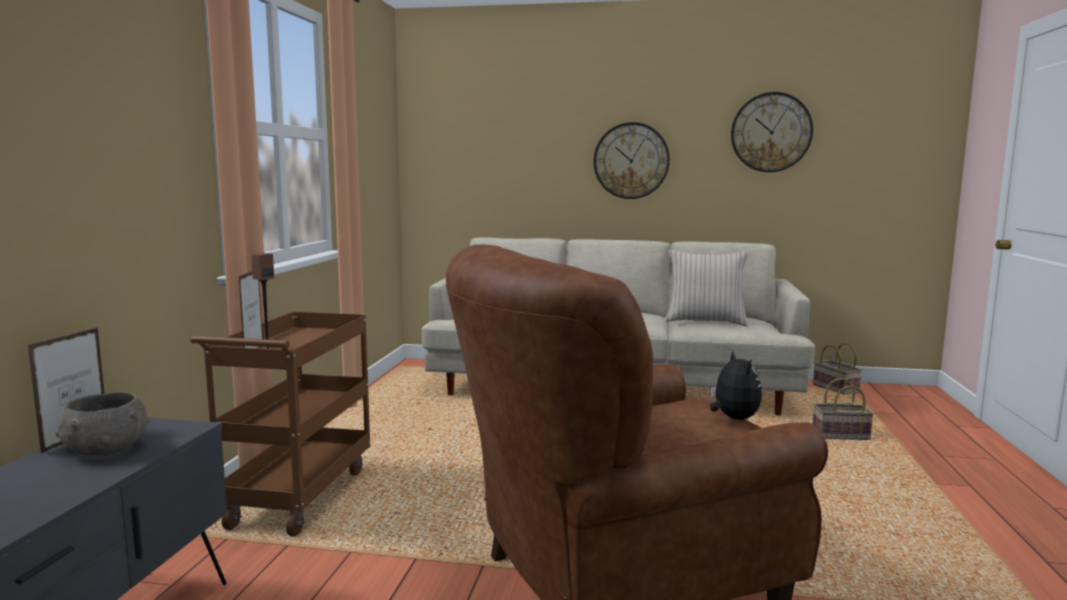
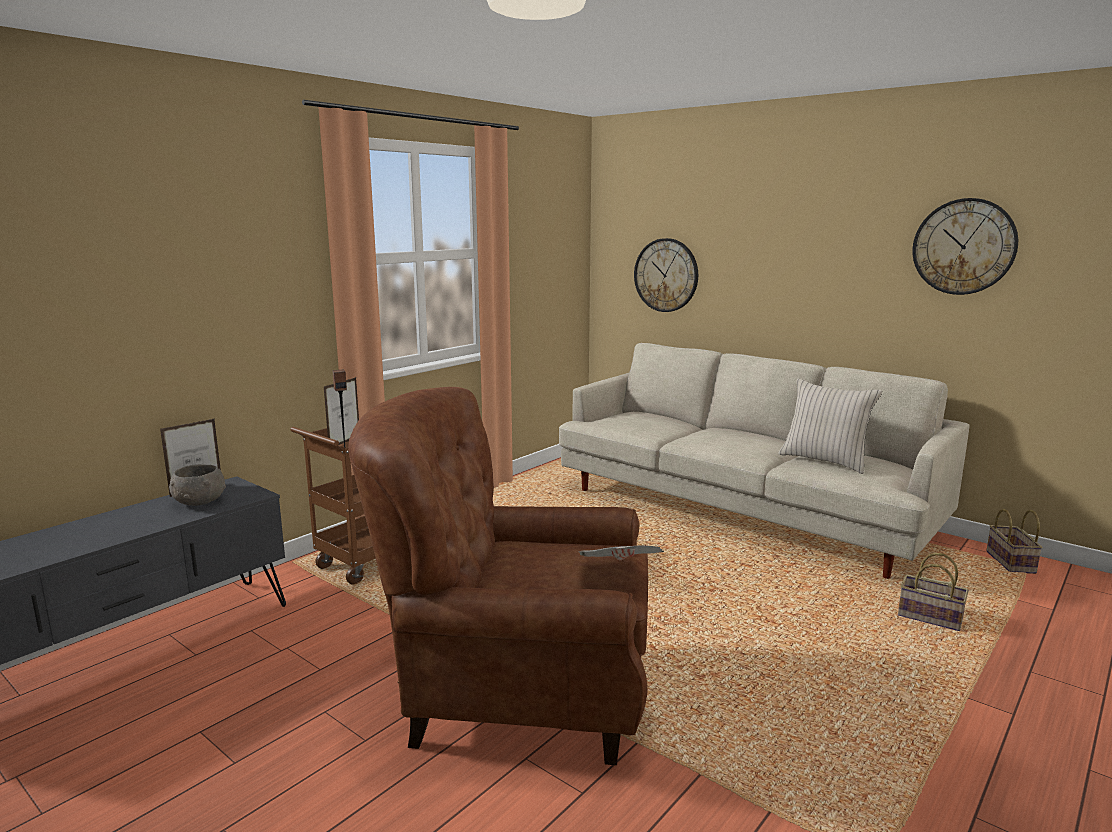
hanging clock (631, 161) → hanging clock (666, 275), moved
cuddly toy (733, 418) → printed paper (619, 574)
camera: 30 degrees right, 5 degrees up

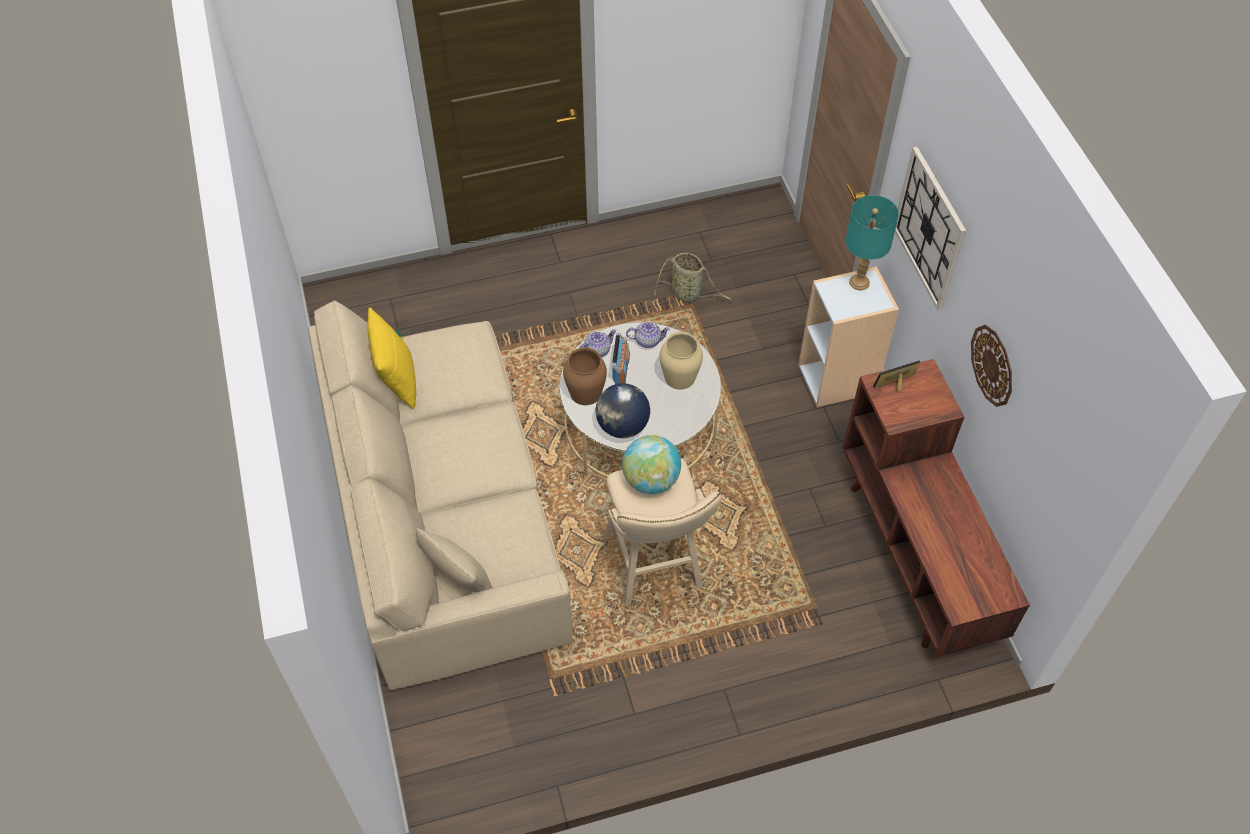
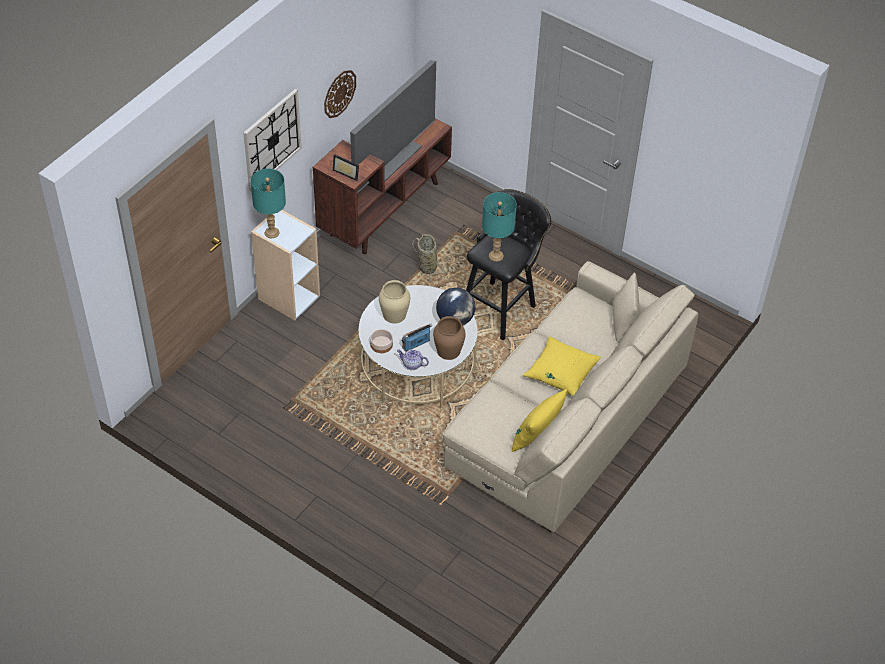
sitting stool (beige-coloured) (656, 573) → sitting stool (blackish) (502, 305)
globe (651, 480) → table lamp (turquoise-coloured) (496, 255)
teapot (648, 340) → serving bowl (381, 344)
household basket (688, 294) → household basket (426, 266), moved
- → television (390, 157)
- → cushion (yellowish) (561, 373)
camera: 130 degrees left, 5 degrees down

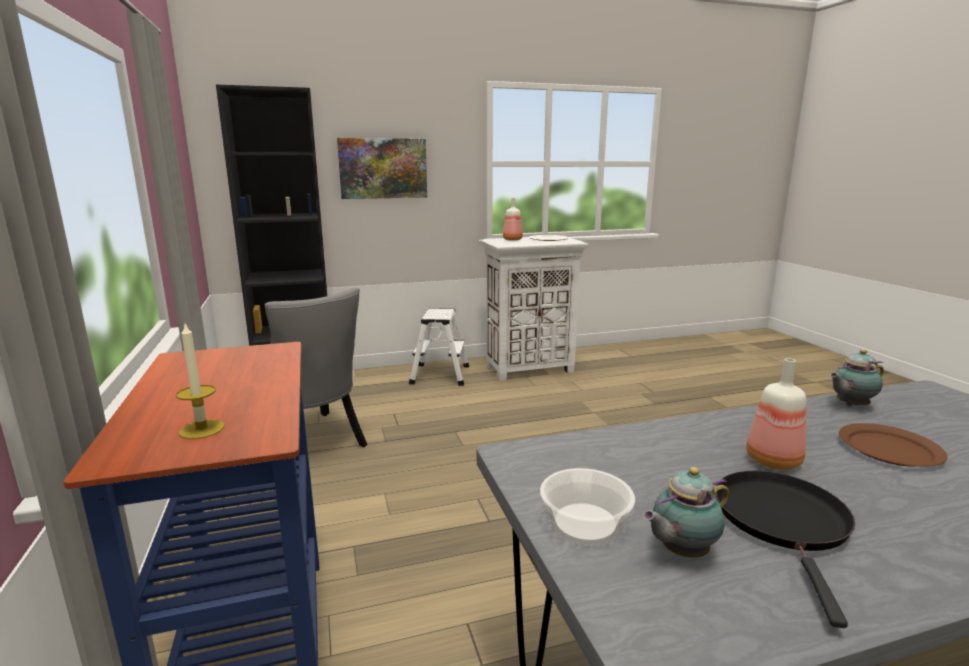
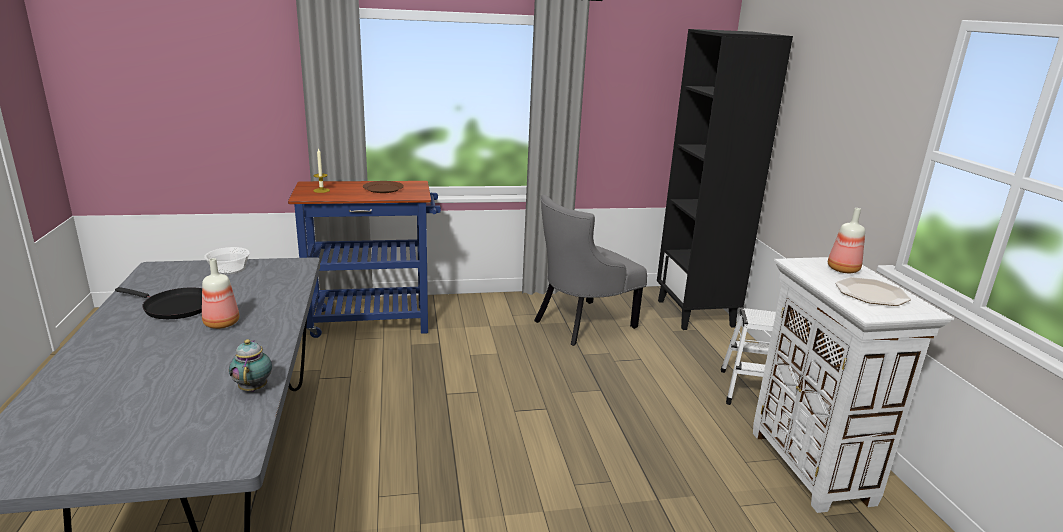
wall art (383, 168) → -
teapot (680, 552) → -
plate (brown) (890, 449) → plate (brown) (383, 189), moved
camera: 95 degrees right, 5 degrees up

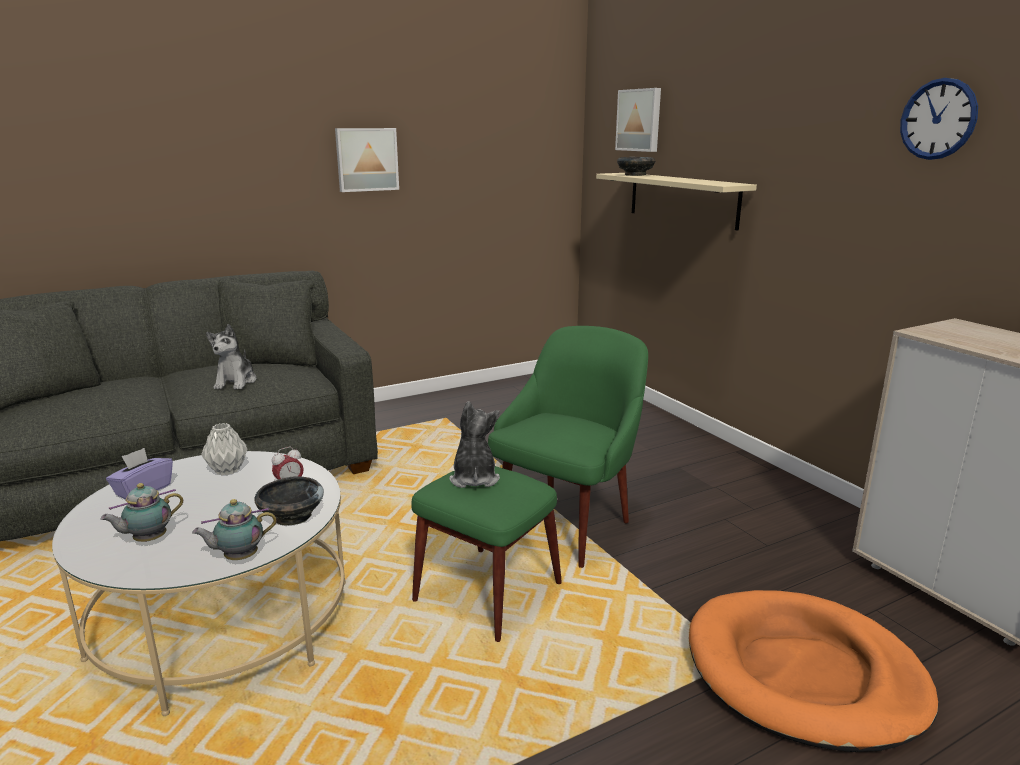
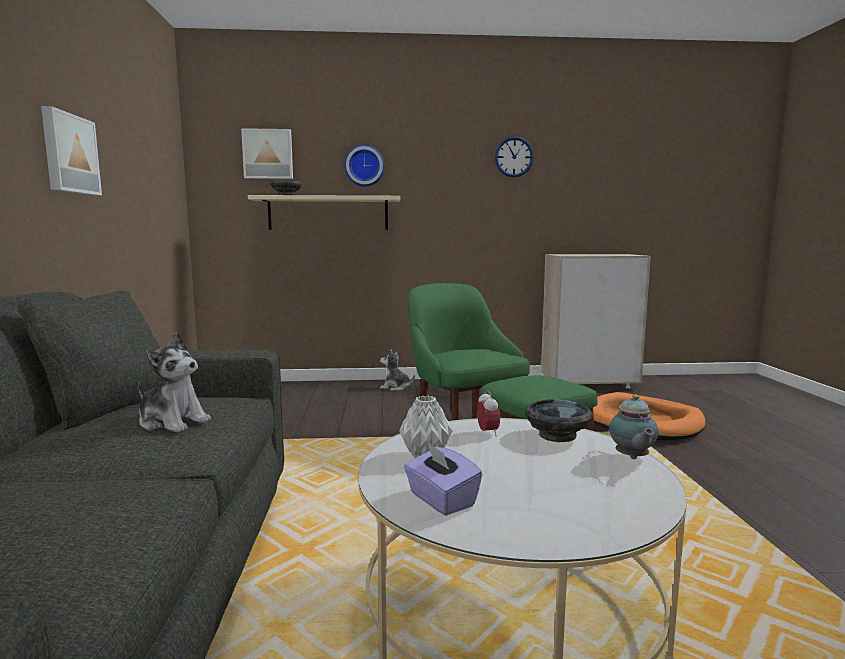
teapot (148, 540) → -
cuddly toy (474, 478) → cuddly toy (396, 387), moved
- → hanging clock (364, 166)
camera: 65 degrees left, 10 degrees down

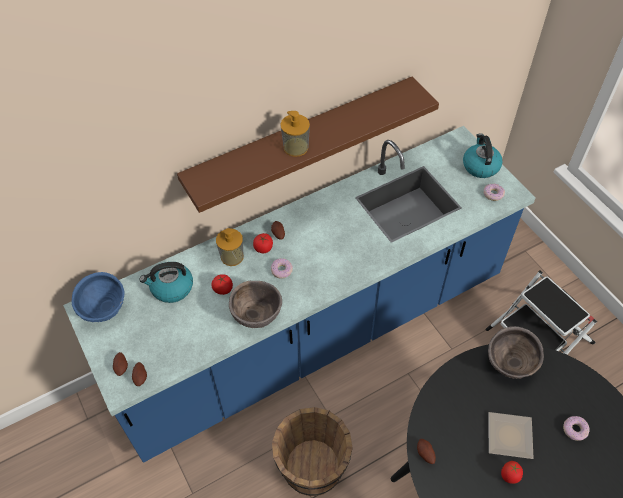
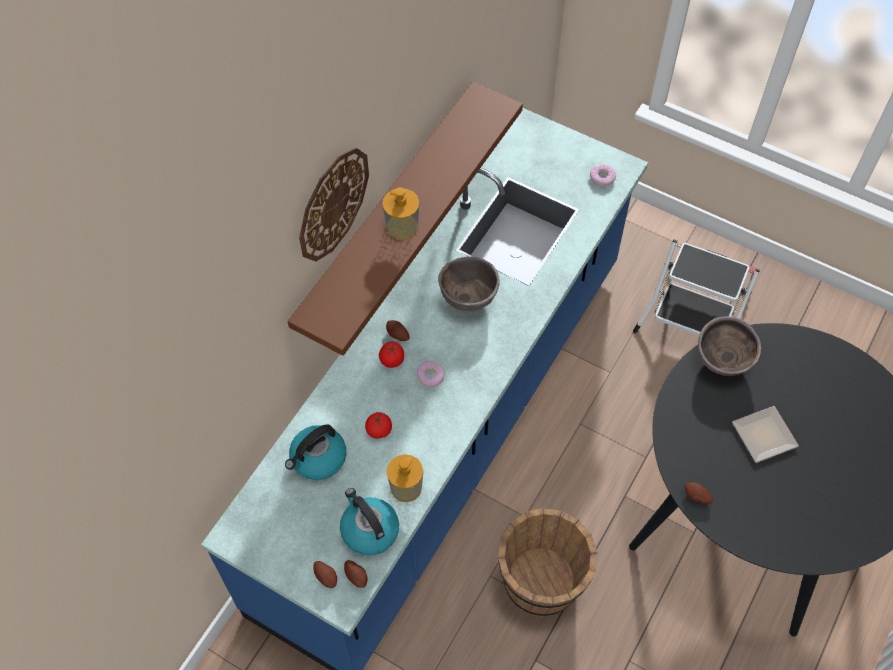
serving bowl (blue-coloured) (104, 310) → -
liquid soap bottle (232, 256) → liquid soap bottle (406, 487), moved
serving bowl (brown) (257, 316) → serving bowl (brown) (468, 299), moved
water kettle (480, 166) → water kettle (369, 530), moved
tomato (509, 476) → -
donut (575, 430) → -
- → hanging clock (332, 204)
camera: 30 degrees left, 5 degrees up

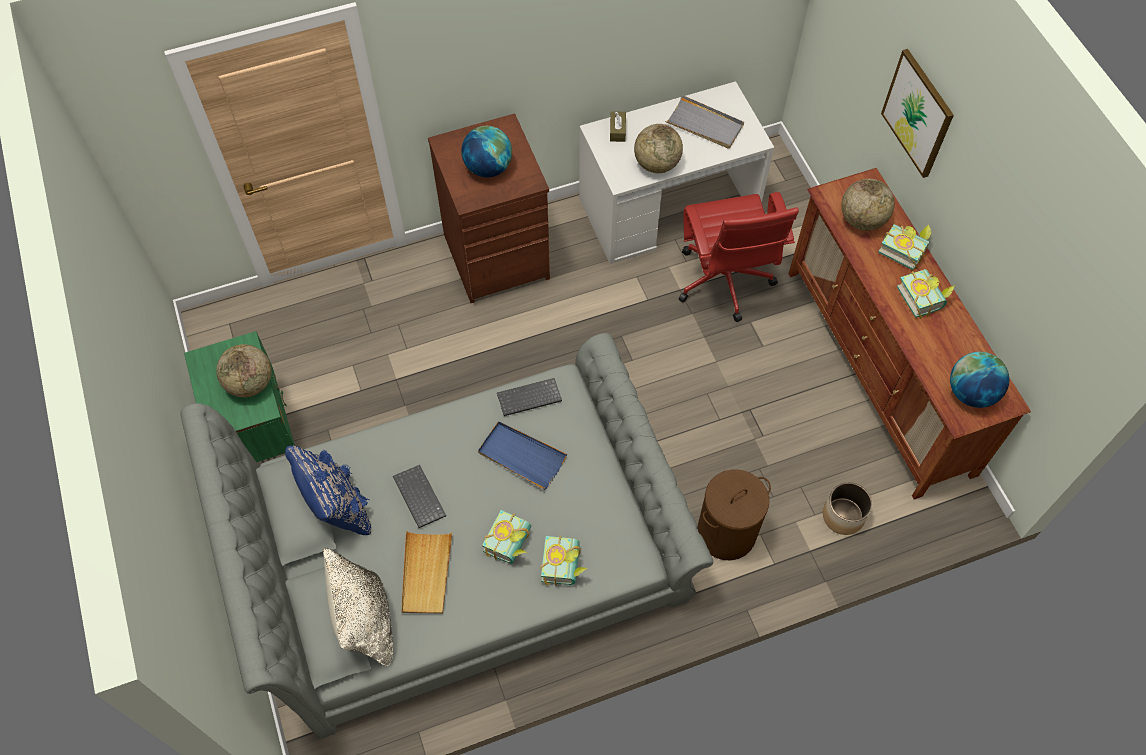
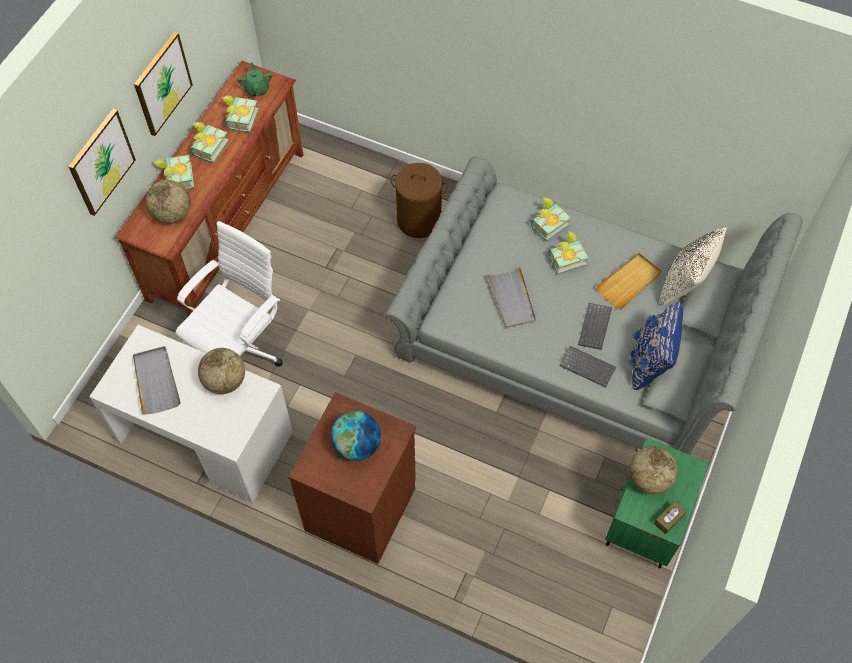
serving tray (blue-coloured) (521, 456) → serving tray (gray) (511, 299)
computer keyboard (528, 399) → computer keyboard (588, 366), moved
tissue holder (brown) (617, 130) → tissue holder (brown) (668, 519), moved
computer chair (red) (725, 284) → computer chair (white-coloured) (241, 350)
flower pot (842, 516) → -
globe (970, 393) → teapot (green) (257, 89)
- → wall art (162, 83)
- → volume (239, 119)
camera: 135 degrees left, 0 degrees up

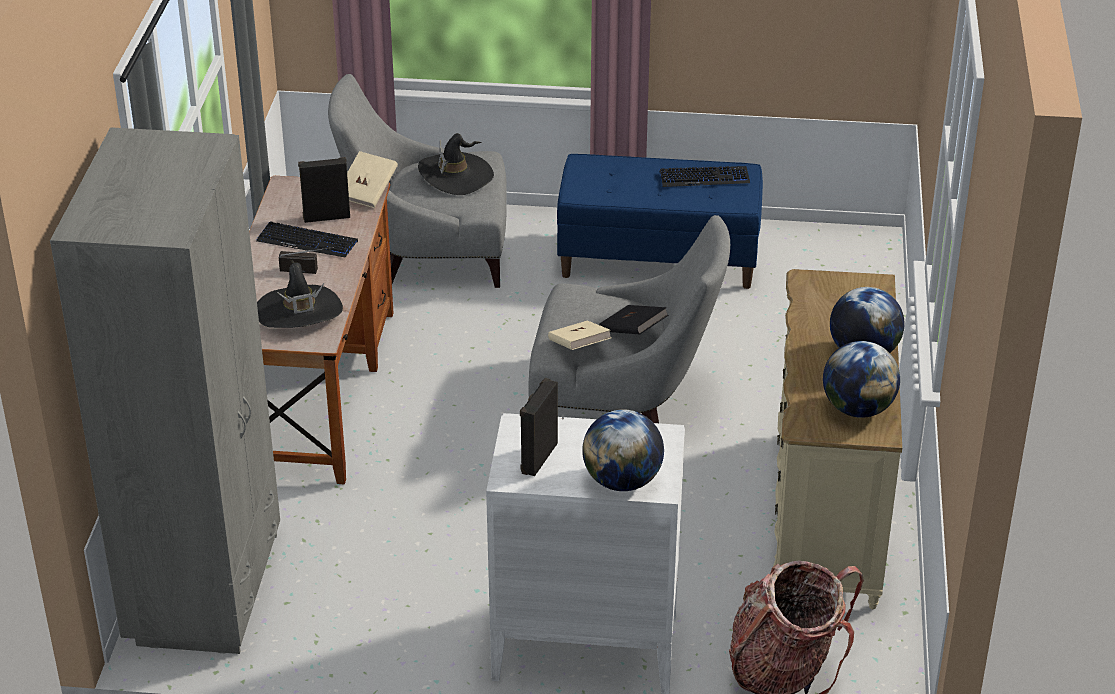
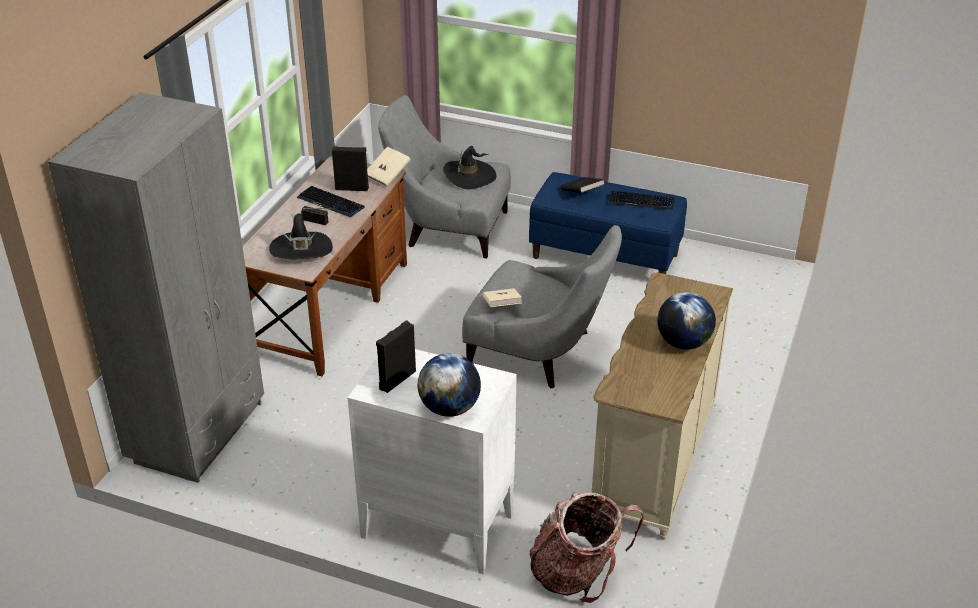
volume (blackish) (633, 332) → volume (blackish) (582, 193), moved
globe (857, 409) → -
camera: 15 degrees right, 0 degrees up

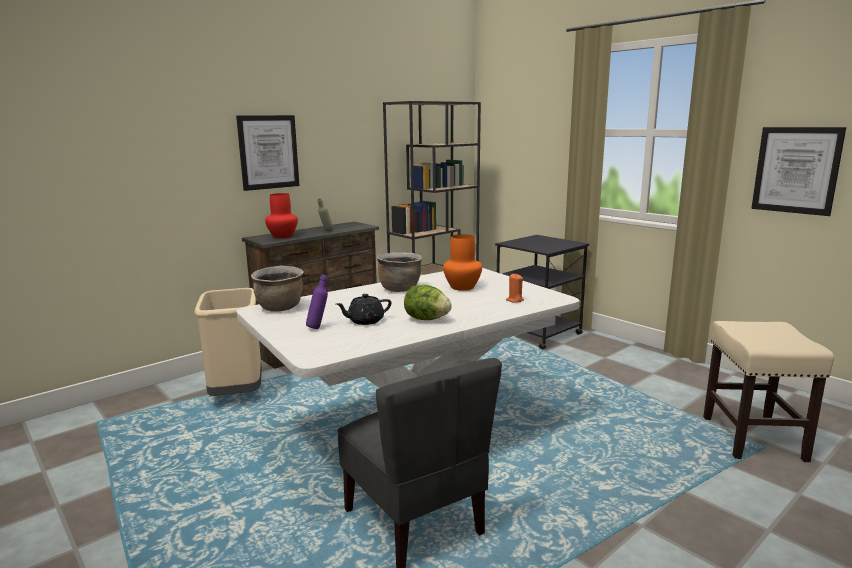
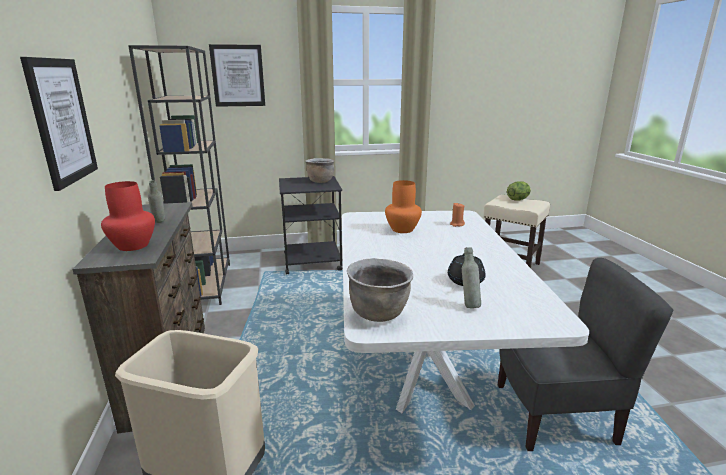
bottle (purplish) (318, 327) → bottle (gray) (468, 305)
cooking pot (brown) (400, 289) → cooking pot (brown) (320, 181), moved
lettuce head (426, 319) → lettuce head (518, 199), moved
wall art (796, 170) → wall art (238, 76), moved
camera: 60 degrees left, 5 degrees up

